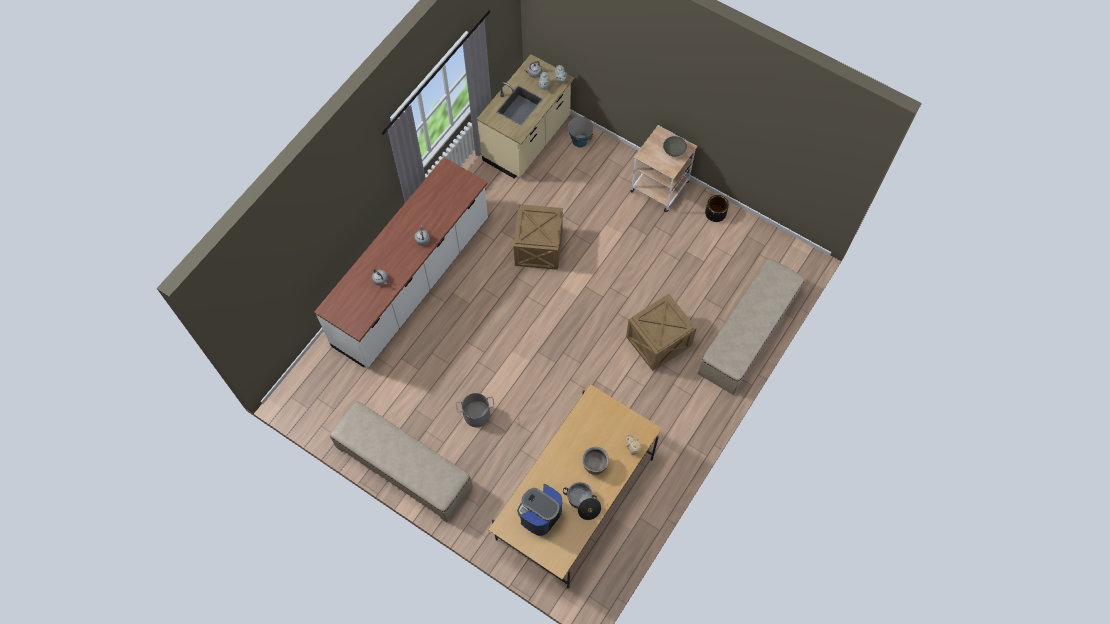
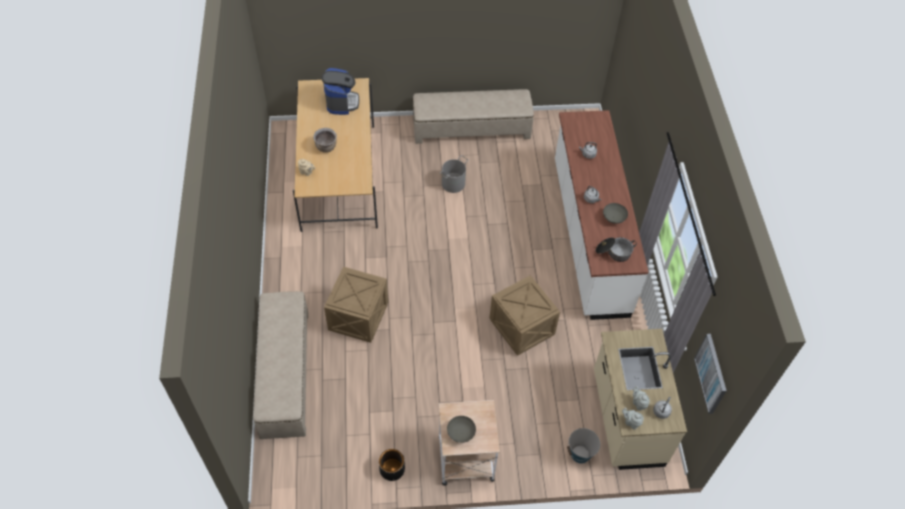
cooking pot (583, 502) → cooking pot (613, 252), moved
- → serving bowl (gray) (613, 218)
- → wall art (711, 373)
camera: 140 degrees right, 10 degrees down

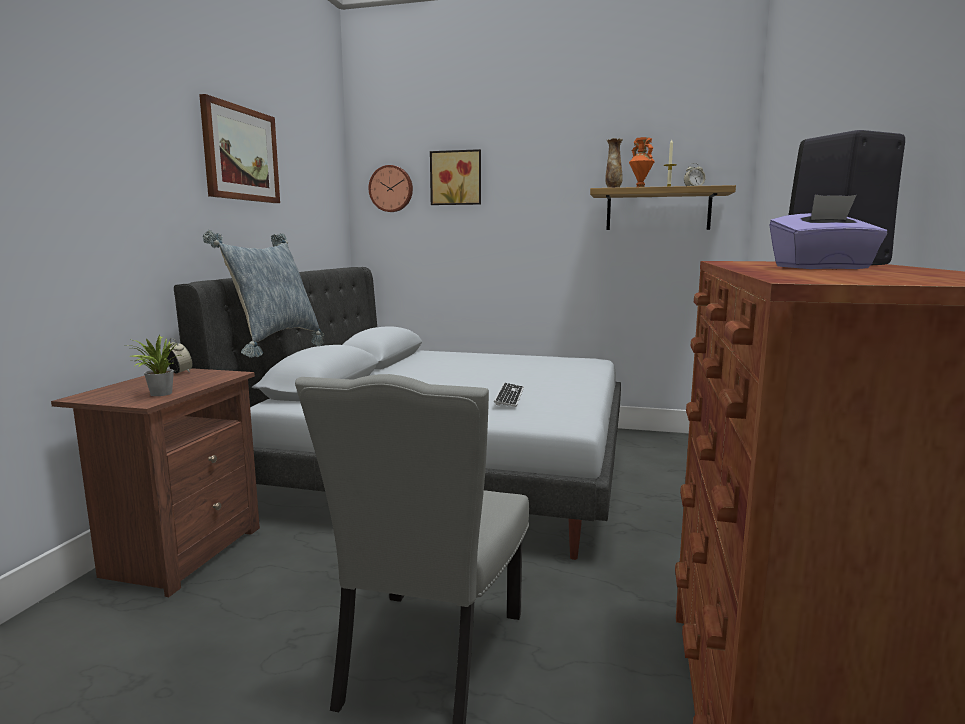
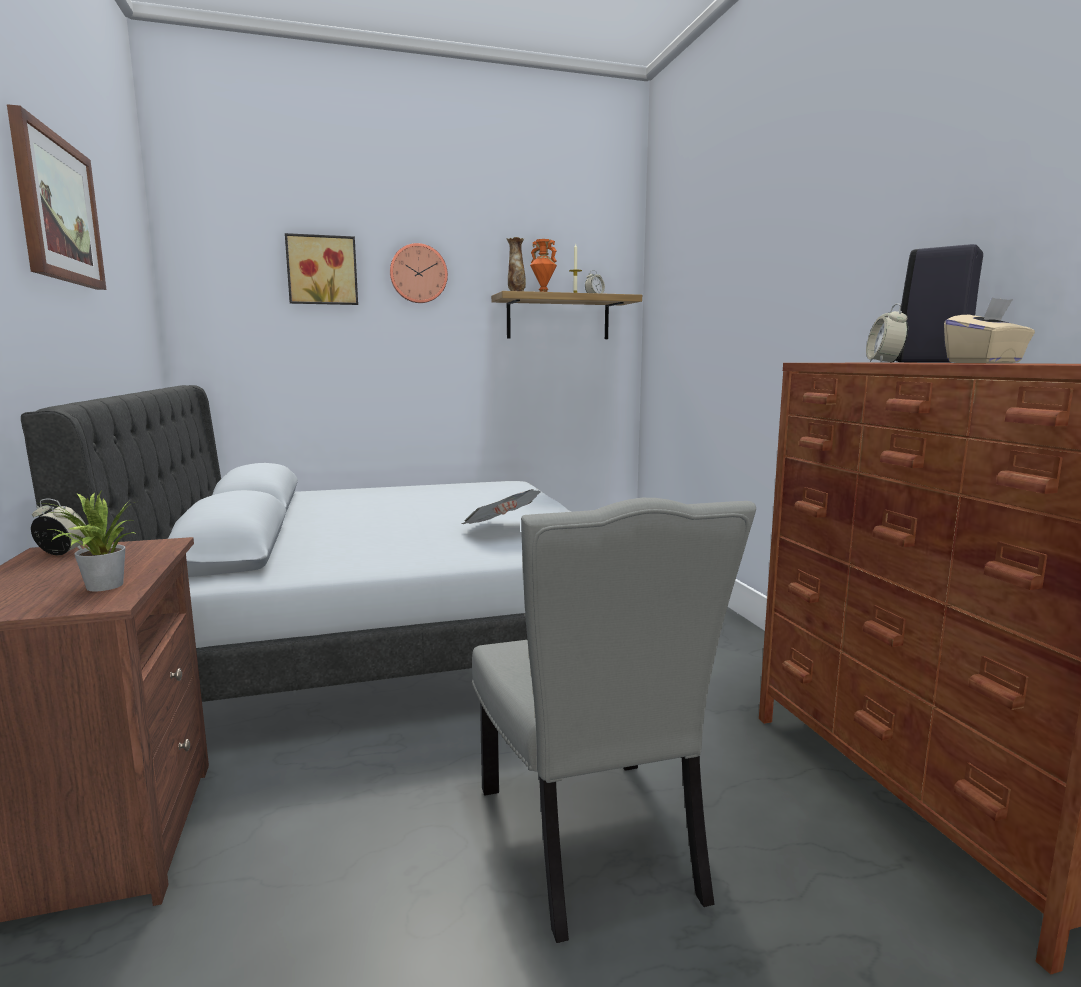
cushion (272, 352) → -
hanging clock (391, 189) → hanging clock (418, 274), moved
computer keyboard (509, 396) → printed paper (500, 528)
tissue holder (purplish) (822, 268) → tissue holder (beige-coloured) (985, 362)
- → bedside clock (884, 362)
camera: 30 degrees left, 0 degrees up

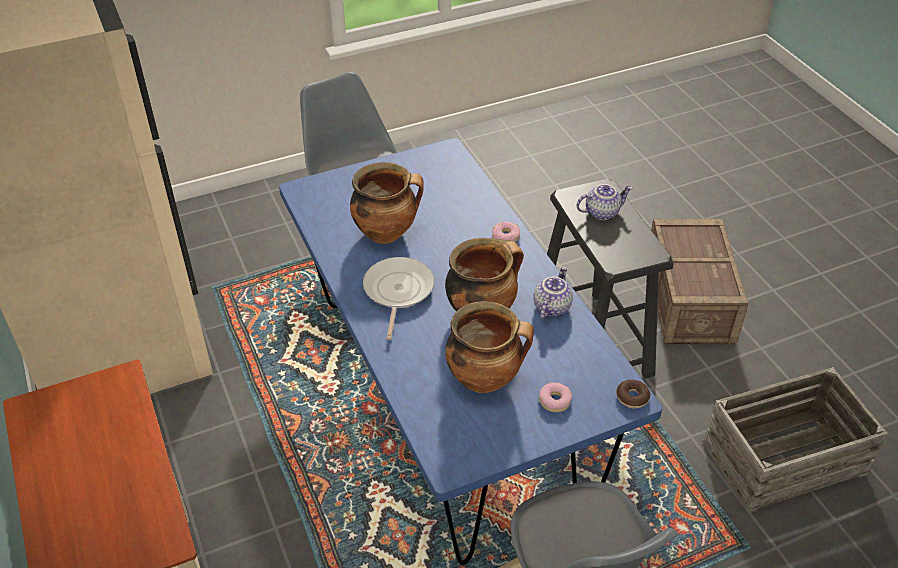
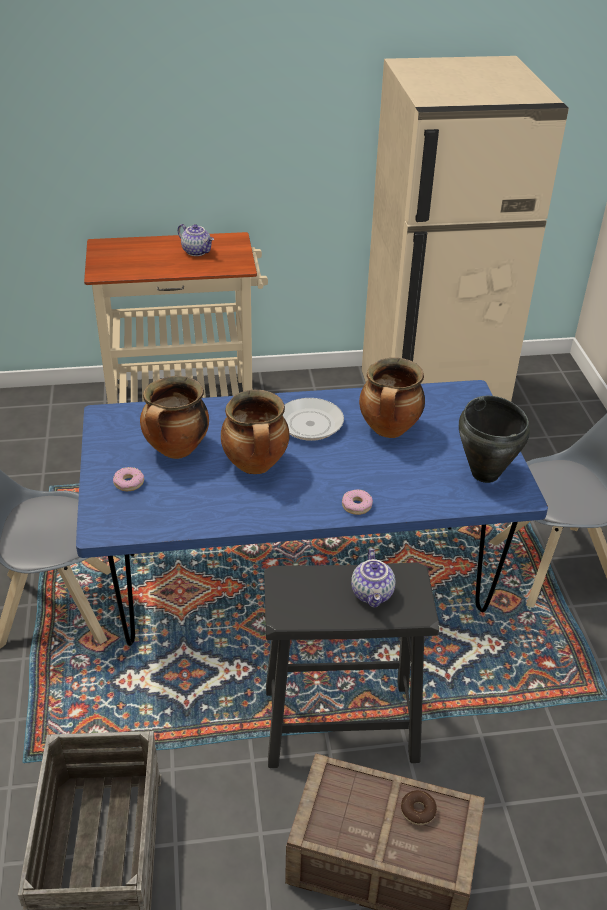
teapot (551, 306) → teapot (197, 251), moved
donut (632, 397) → donut (418, 811), moved
- → cooking pot (blackish) (485, 473)
camera: 105 degrees right, 5 degrees down

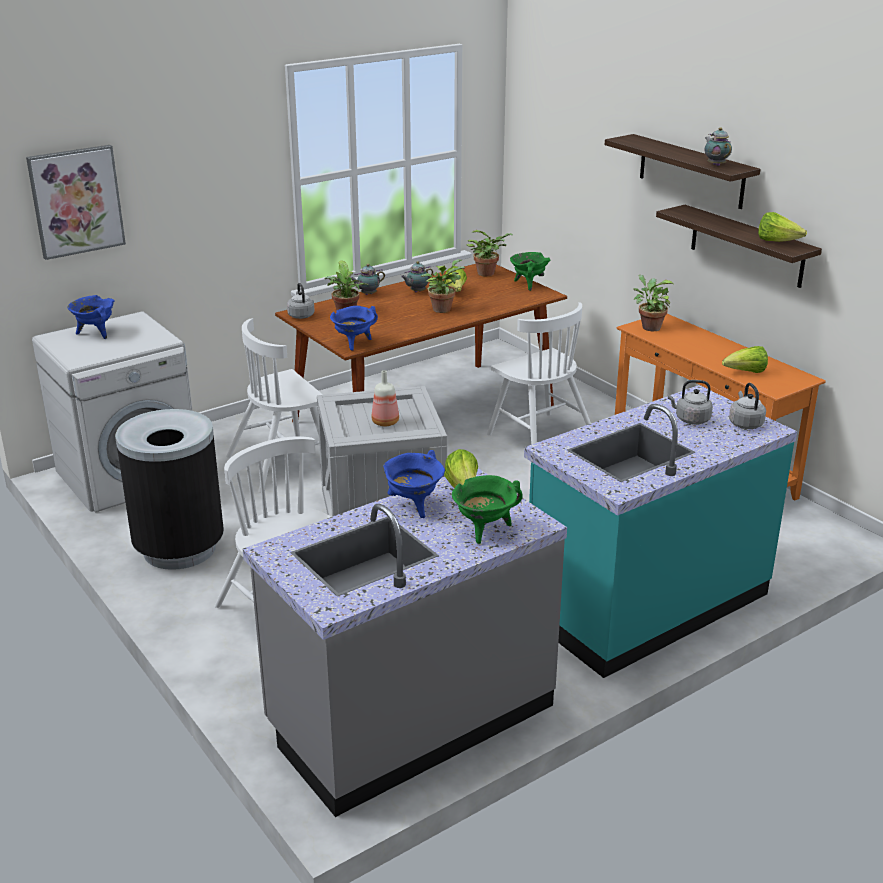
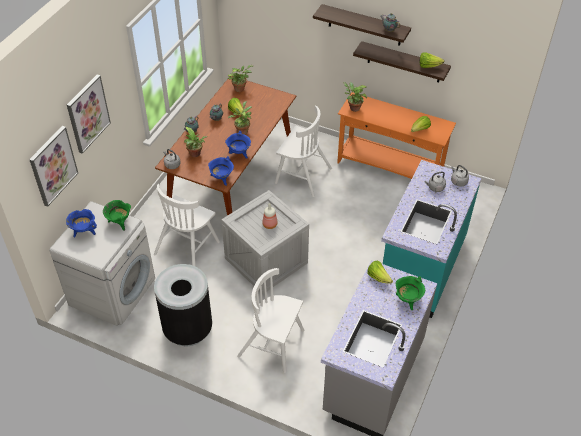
cooking pot (blue-coloured) (414, 506) → cooking pot (blue-coloured) (239, 154), moved
cooking pot (green) (528, 284) → cooking pot (green) (119, 222), moved
- → wall art (87, 113)
camera: 30 degrees left, 20 degrees up

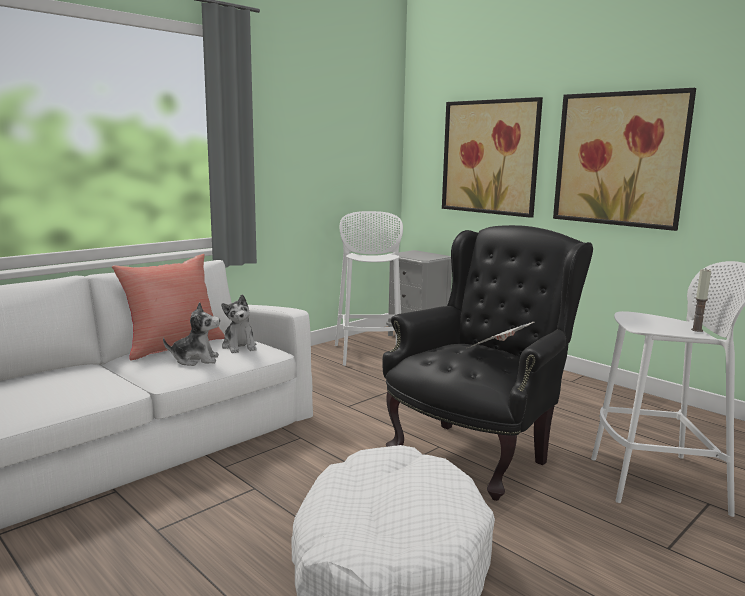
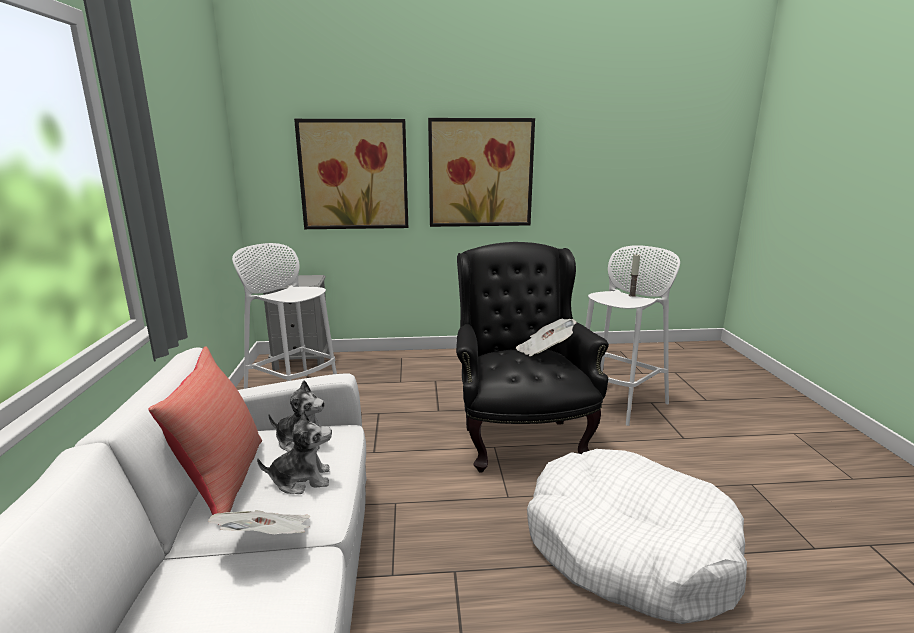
cuddly toy (195, 360) → cuddly toy (301, 480), 45 degrees clockwise
- → printed paper (268, 542)
camera: 50 degrees left, 5 degrees up

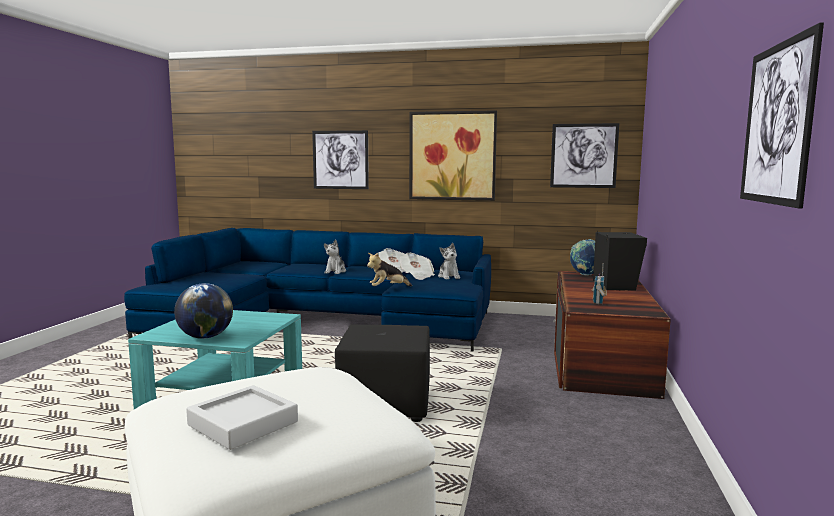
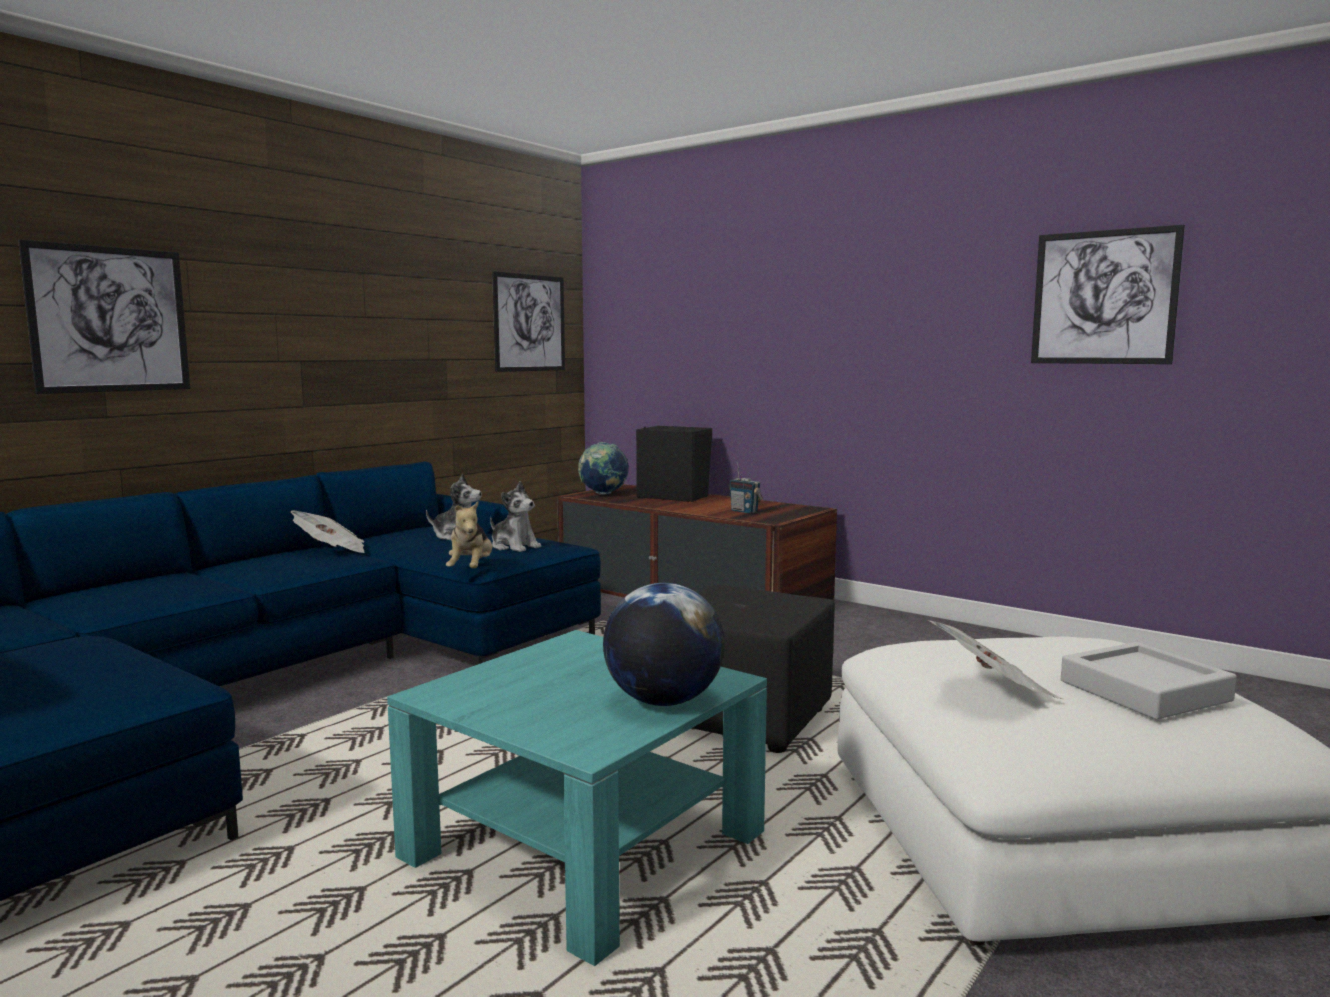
cuddly toy (335, 271) → cuddly toy (514, 546), moved
printed paper (417, 276) → printed paper (992, 691), moved
wall art (452, 156) → -
camera: 65 degrees left, 0 degrees up

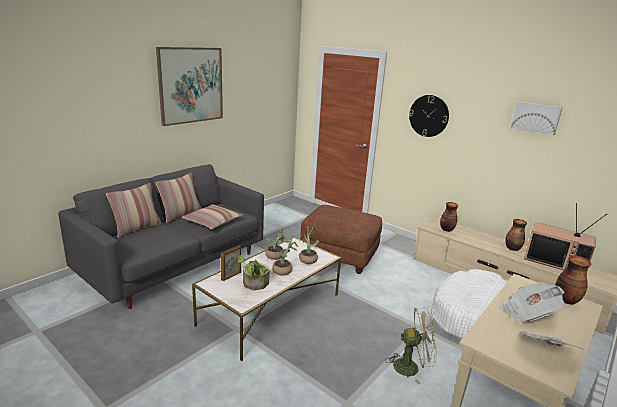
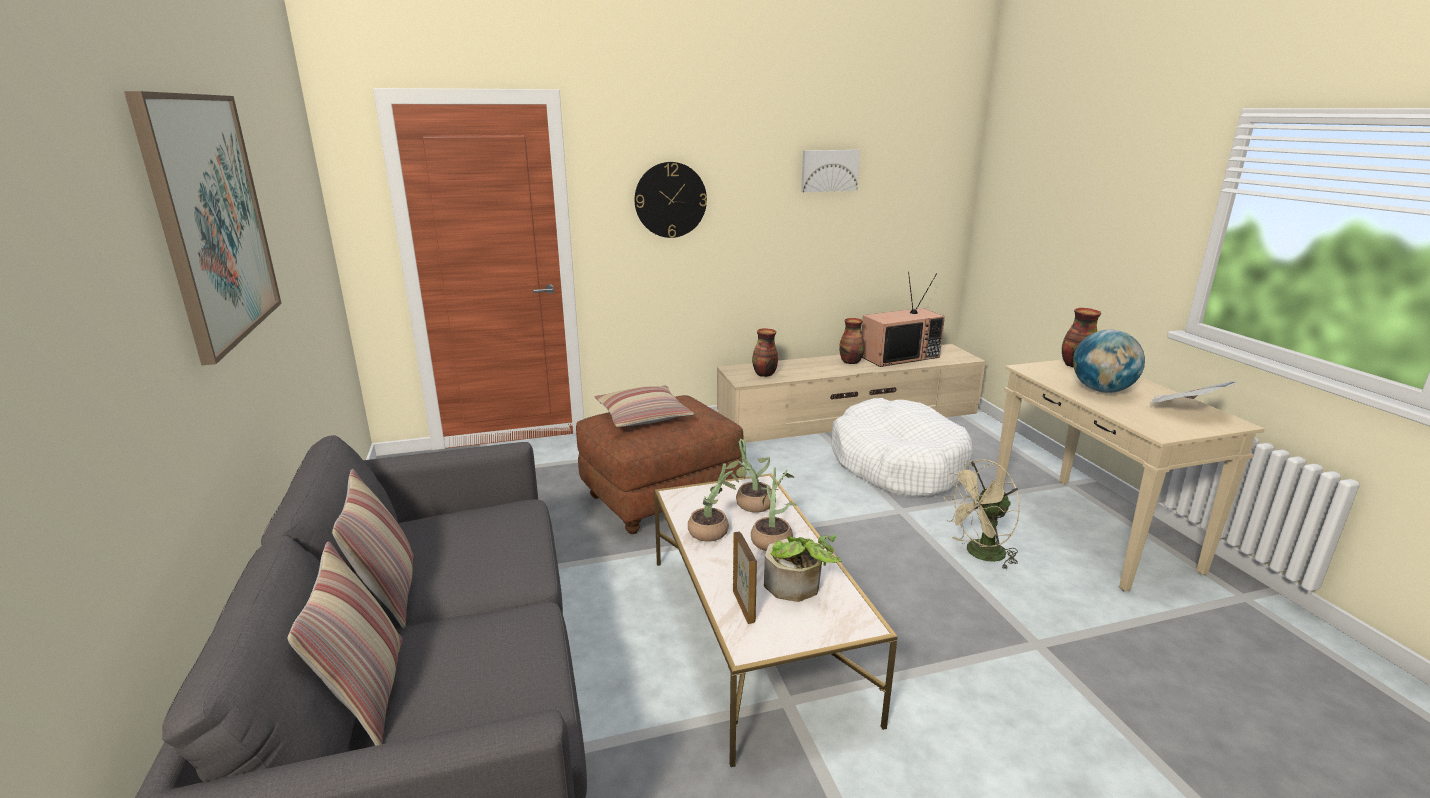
cushion (212, 222) → cushion (643, 416), moved
electric fan (beige-coloured) (411, 367) → electric fan (beige-coloured) (979, 554), 150 degrees counterclockwise
printed paper (527, 313) → globe (1101, 390)
camera: 55 degrees left, 0 degrees up

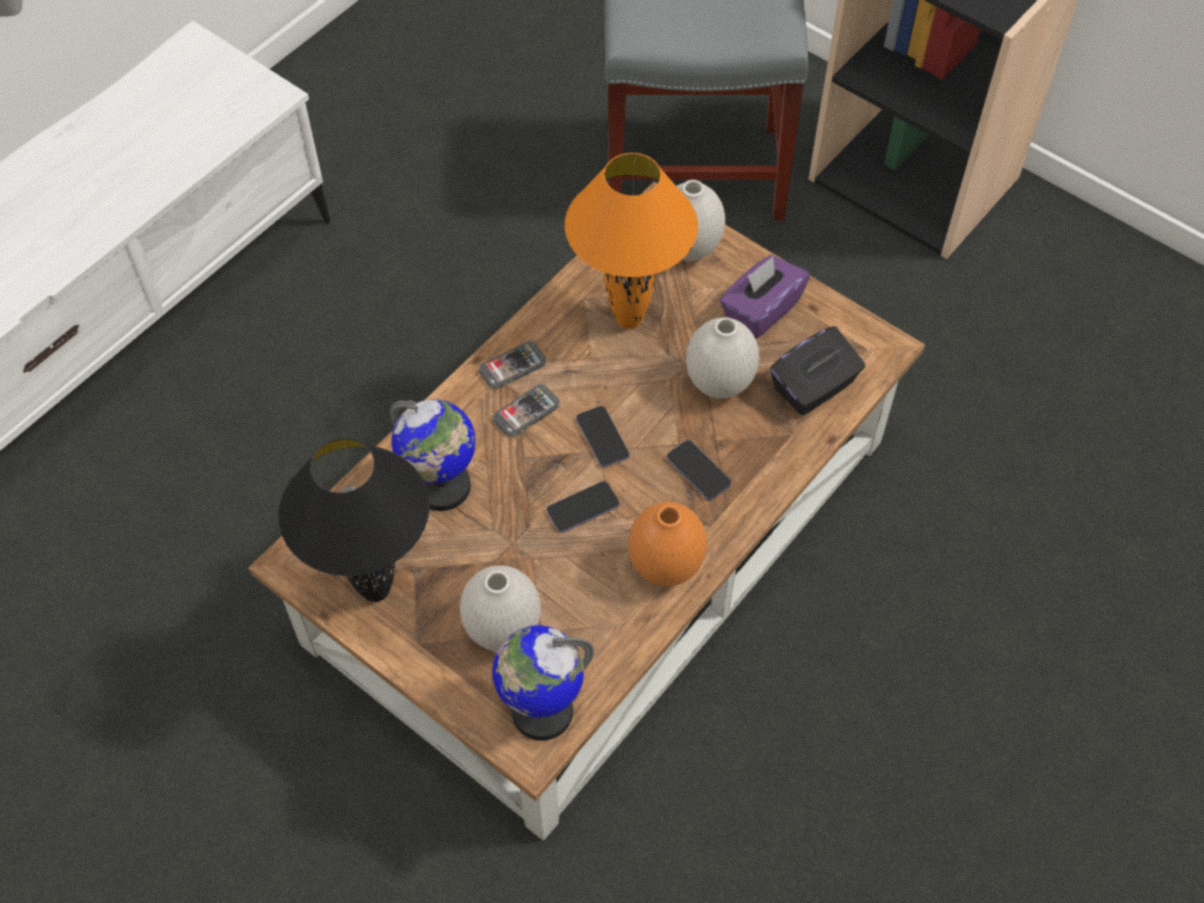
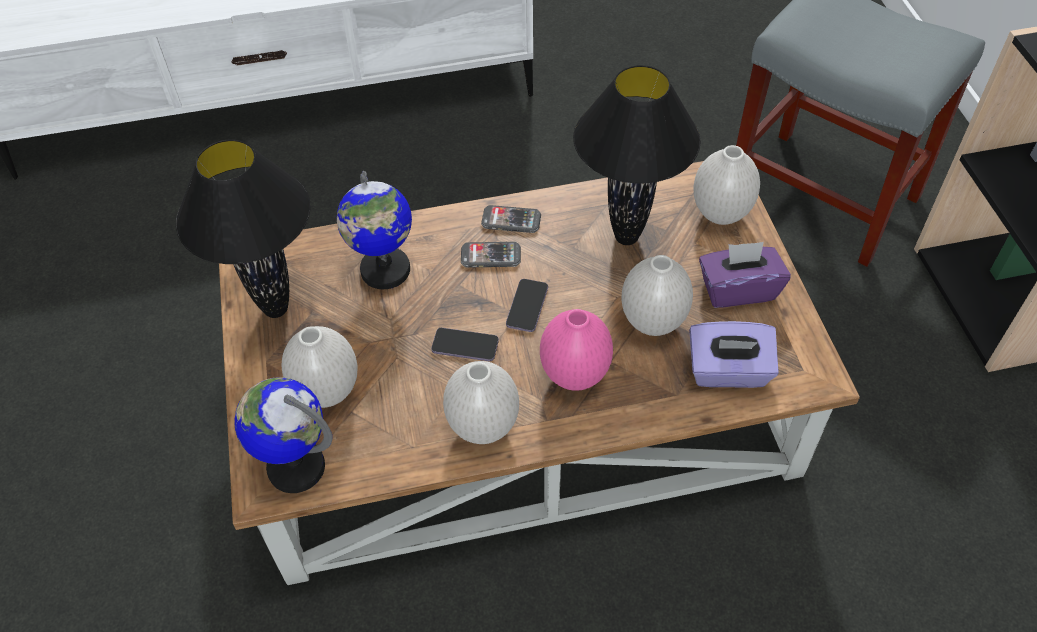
table lamp (orange-coloured) (630, 320) → table lamp (blackish) (627, 238)
vase (orange-coloured) (666, 567) → vase (white-coloured) (484, 428)
telephone (698, 471) → vase (pink-coloured) (575, 375)
tissue holder (blackish) (814, 388) → tissue holder (purplish) (728, 372)
camera: 40 degrees right, 5 degrees down

